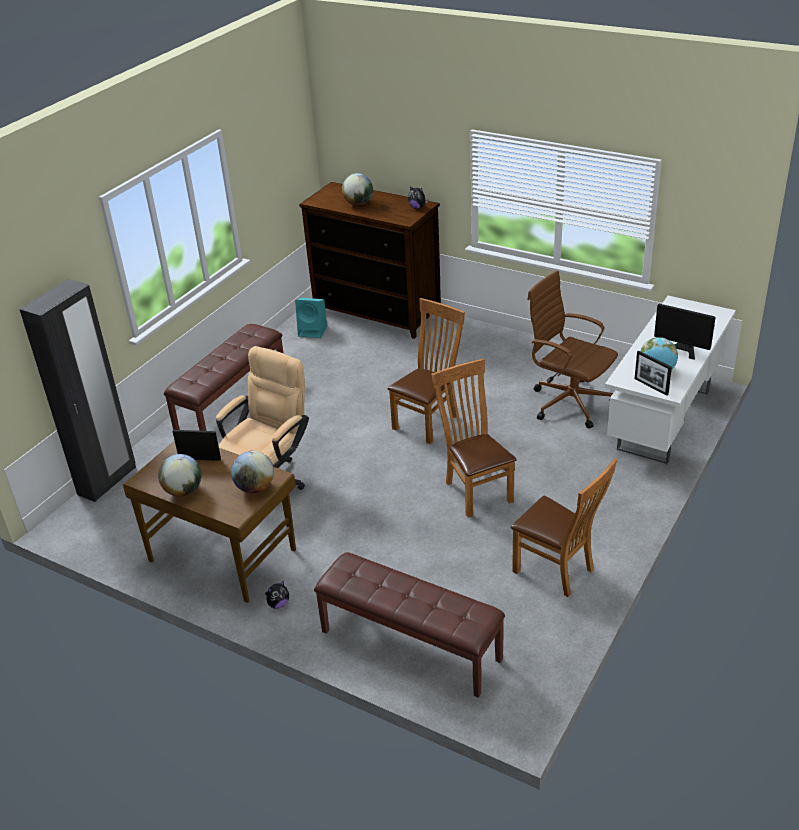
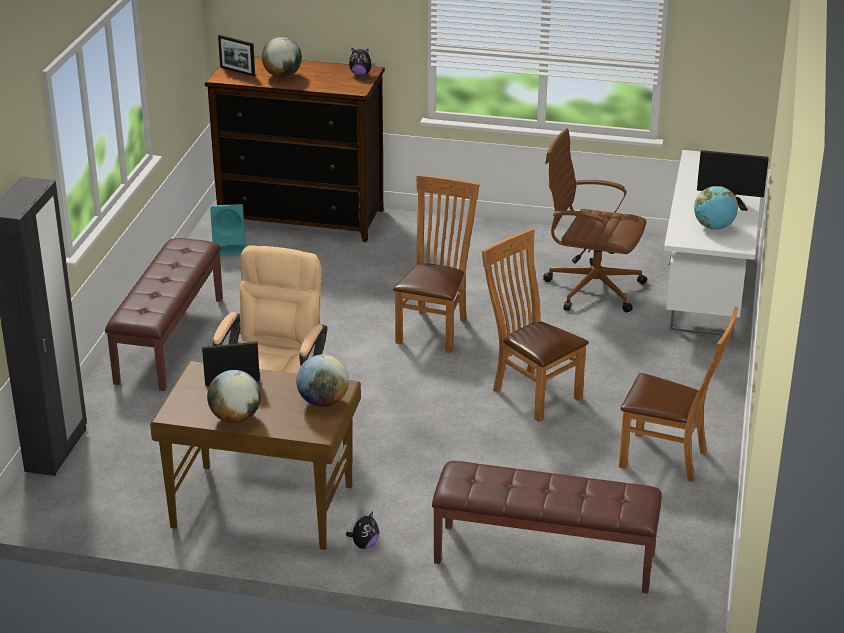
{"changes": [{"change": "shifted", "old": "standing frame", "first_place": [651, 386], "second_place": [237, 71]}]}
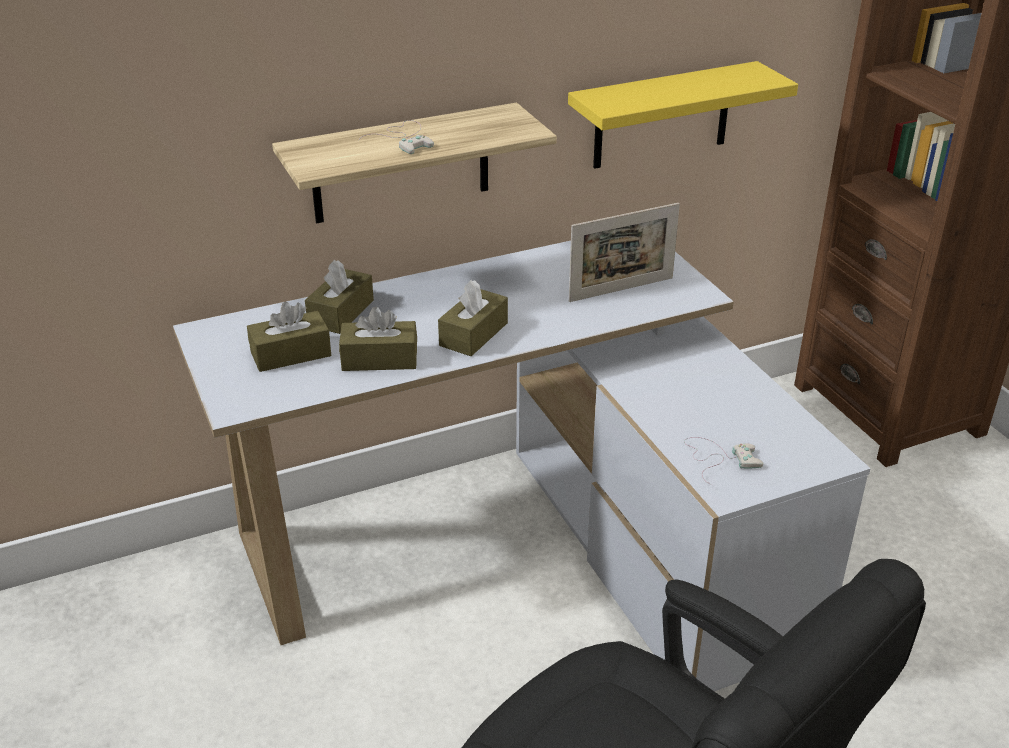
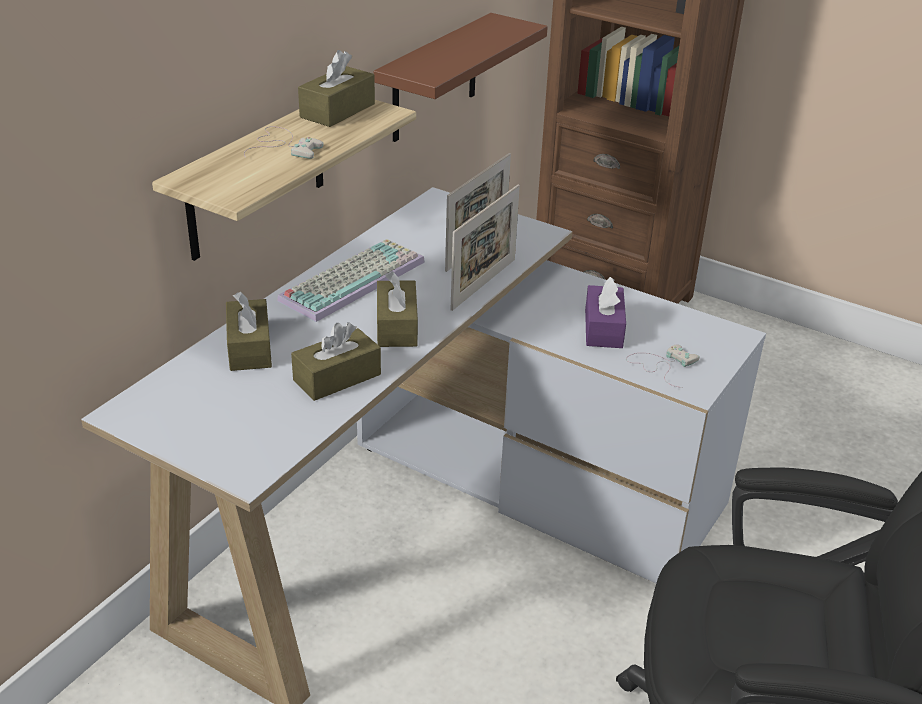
{"changes": [{"change": "repainted", "old": "yellow-coloured wall shelf", "new": "brown wall shelf", "first_place": [662, 116], "second_place": [435, 79]}, {"change": "shifted", "old": "brown tissue box", "first_place": [291, 354], "second_place": [337, 110]}, {"change": "new", "new": "standing frame", "second_place": [483, 284]}, {"change": "new", "new": "PC keyboard", "second_place": [352, 279]}, {"change": "new", "new": "purplish tissue box", "second_place": [603, 328]}]}
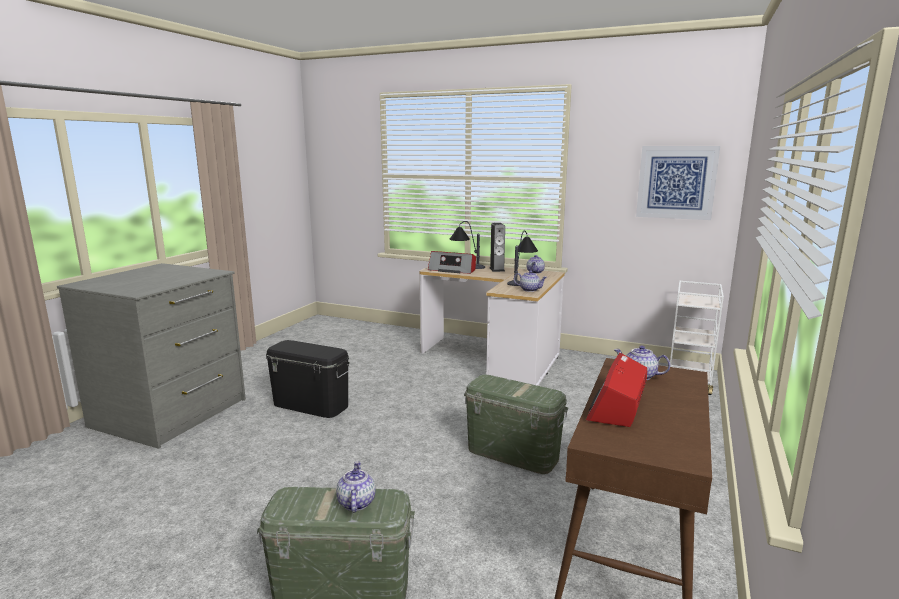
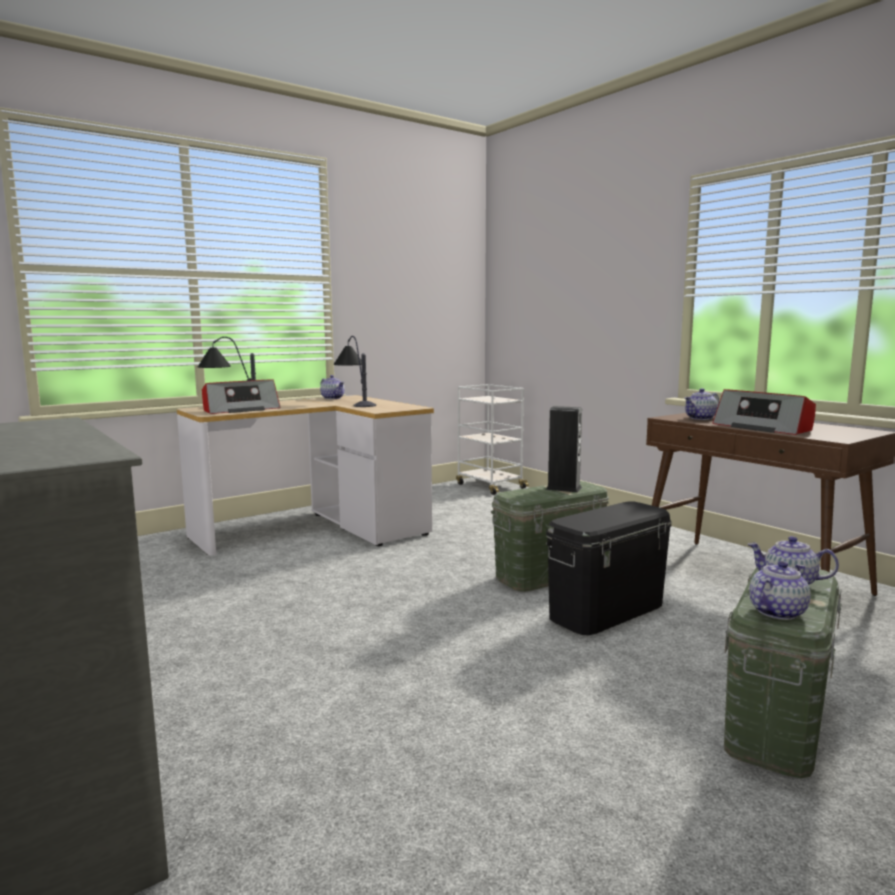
{"changes": [{"change": "gone", "old": "wall art", "first_place": [676, 182]}, {"change": "shifted", "old": "speaker", "first_place": [497, 269], "second_place": [563, 488]}, {"change": "shifted", "old": "pot for tea", "first_place": [530, 290], "second_place": [776, 611]}, {"change": "shifted", "old": "black-coloured storage bin", "first_place": [311, 405], "second_place": [606, 610]}]}
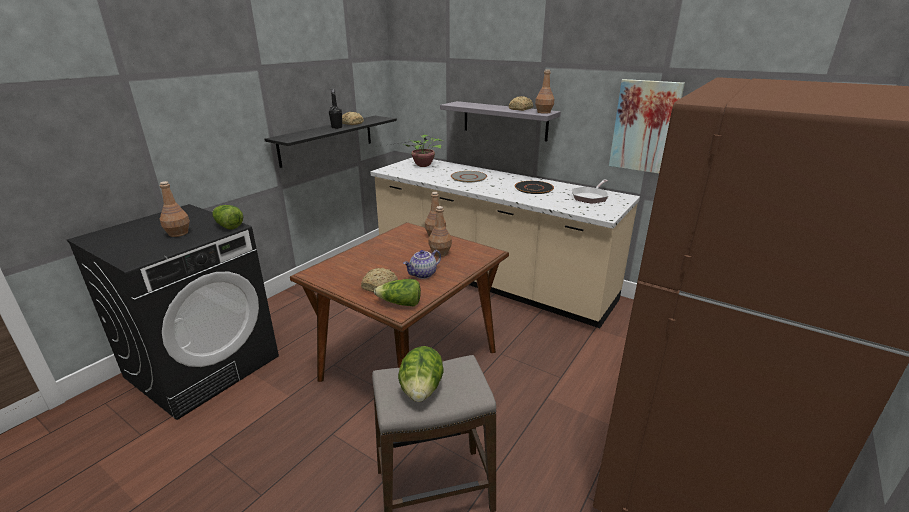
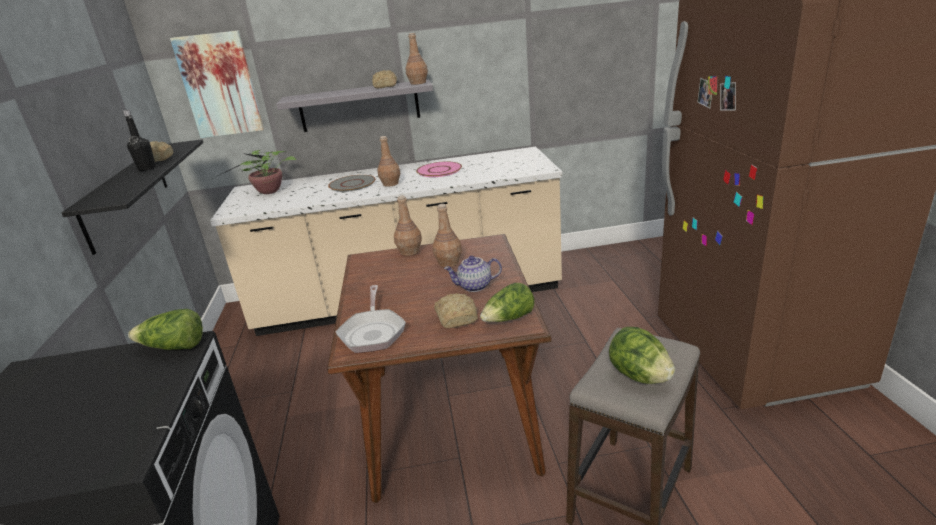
{"changes": [{"change": "shifted", "old": "wall art", "first_place": [644, 126], "second_place": [219, 85]}, {"change": "shifted", "old": "skillet", "first_place": [590, 197], "second_place": [373, 332]}, {"change": "shifted", "old": "brown bottle", "first_place": [178, 233], "second_place": [390, 184]}, {"change": "repainted", "old": "black-coloured dinner plate", "new": "pink dinner plate", "first_place": [534, 188], "second_place": [439, 170]}, {"change": "rotated", "old": "pot for tea", "first_place": [423, 274], "second_place": [474, 287], "degrees": 75}]}
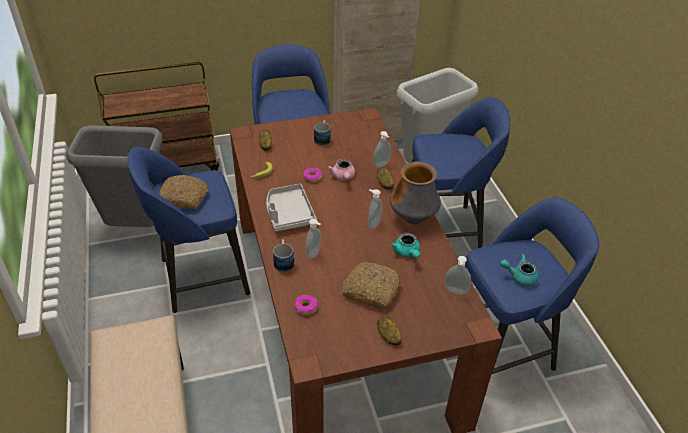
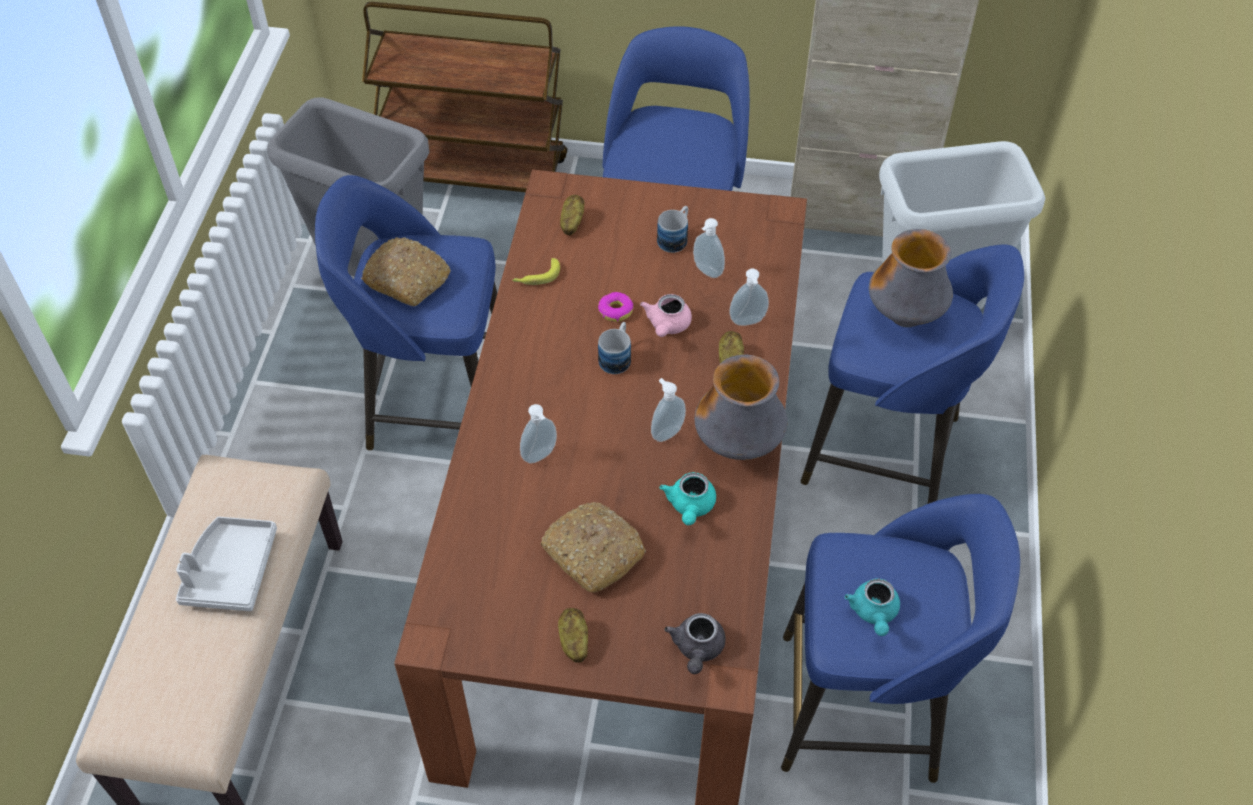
{"changes": [{"change": "shifted", "old": "greyish carrying tray", "first_place": [288, 214], "second_place": [230, 571]}, {"change": "shifted", "old": "coffee mug", "first_place": [284, 261], "second_place": [617, 356]}, {"change": "rotated", "old": "turquoise pot for tea", "first_place": [519, 276], "second_place": [873, 613], "degrees": -120}, {"change": "shifted", "old": "soap bottle", "first_place": [455, 292], "second_place": [706, 272]}, {"change": "gone", "old": "donut", "first_place": [306, 307]}, {"change": "new", "new": "decorative vase", "second_place": [904, 317]}, {"change": "new", "new": "greyish pot for tea", "second_place": [697, 649]}]}
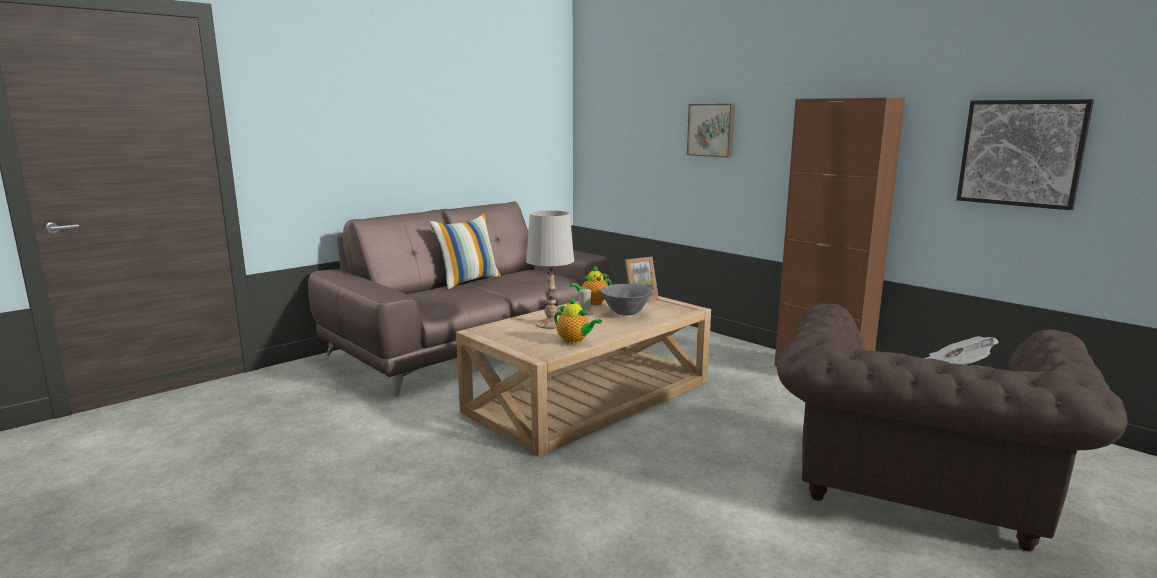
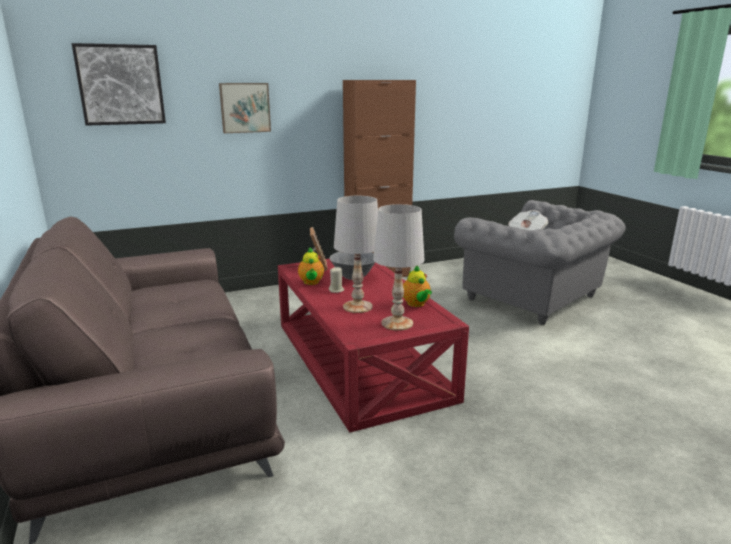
{"changes": [{"change": "shifted", "old": "wall art", "first_place": [1021, 153], "second_place": [121, 85]}, {"change": "gone", "old": "pillow", "first_place": [468, 281]}, {"change": "repainted", "old": "sand-coloured lounge table", "new": "red-coloured lounge table", "first_place": [589, 396], "second_place": [358, 359]}, {"change": "rotated", "old": "pot for tea", "first_place": [575, 341], "second_place": [416, 304], "degrees": 105}, {"change": "repainted", "old": "brown armchair", "new": "greyish armchair", "first_place": [915, 488], "second_place": [535, 299]}, {"change": "new", "new": "white lamp for a table", "second_place": [397, 323]}]}
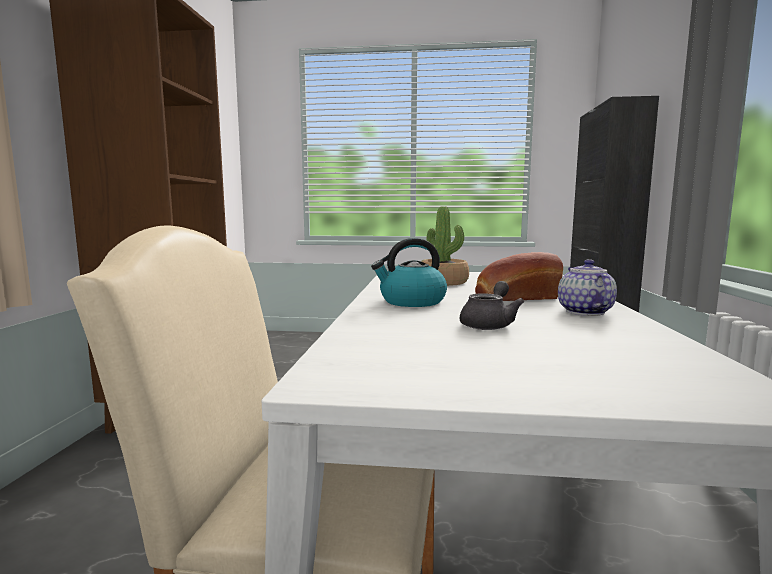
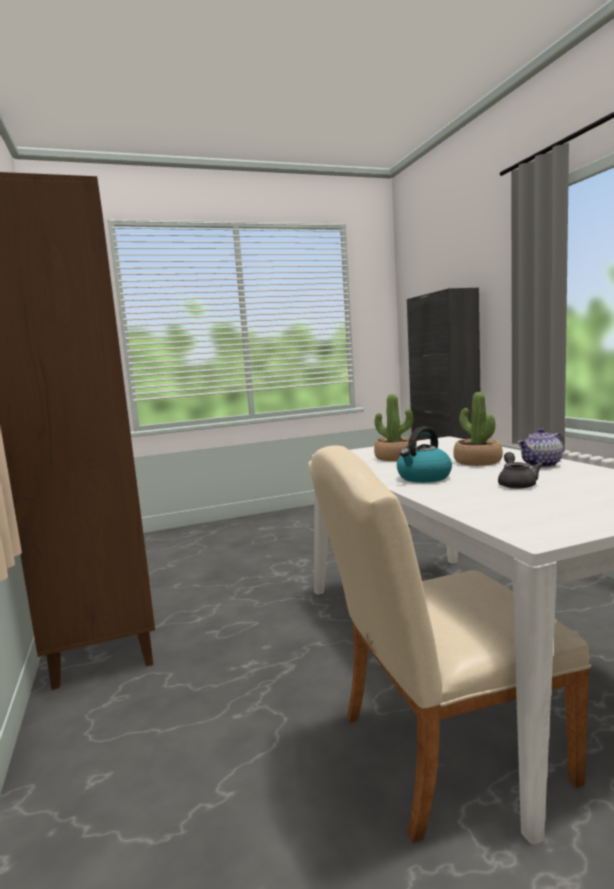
{"changes": [{"change": "swapped", "old": "bread", "new": "houseplant", "first_place": [514, 297], "second_place": [477, 462]}, {"change": "rotated", "old": "pot for tea", "first_place": [583, 312], "second_place": [542, 465], "degrees": -90}]}
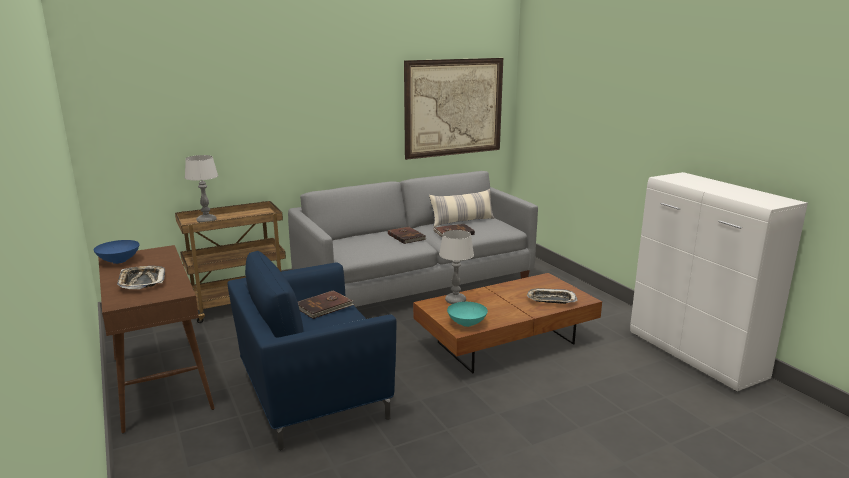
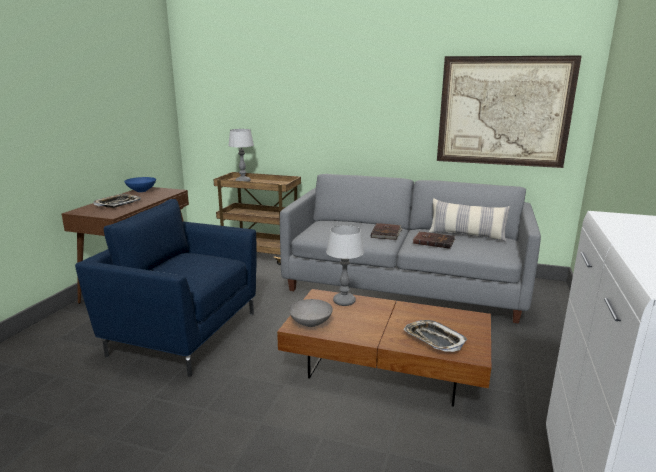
{"changes": [{"change": "gone", "old": "brown volume", "first_place": [324, 307]}, {"change": "repainted", "old": "turquoise deep dish", "new": "greyish deep dish", "first_place": [467, 324], "second_place": [310, 324]}]}
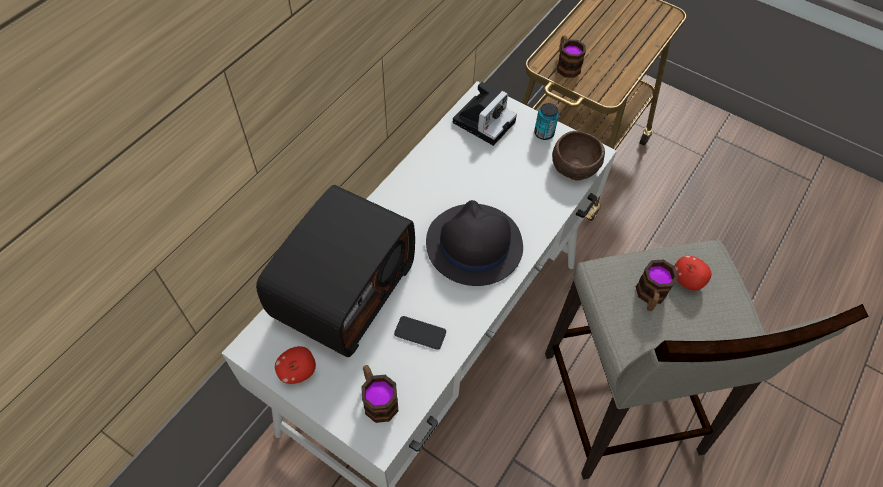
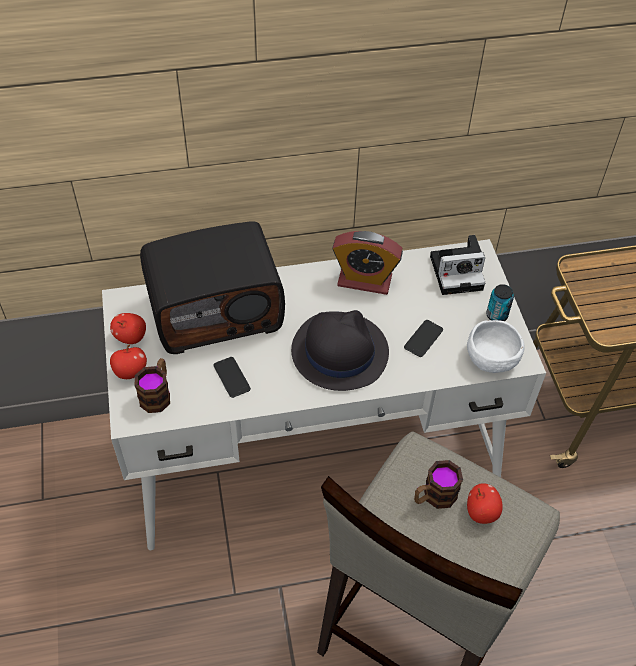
{"changes": [{"change": "gone", "old": "coffee mug", "first_place": [566, 65]}, {"change": "repainted", "old": "brown deep dish", "new": "white deep dish", "first_place": [576, 166], "second_place": [493, 358]}, {"change": "new", "new": "table clock", "second_place": [364, 280]}, {"change": "new", "new": "telephone", "second_place": [423, 339]}, {"change": "new", "new": "whole apple", "second_place": [130, 372]}]}
